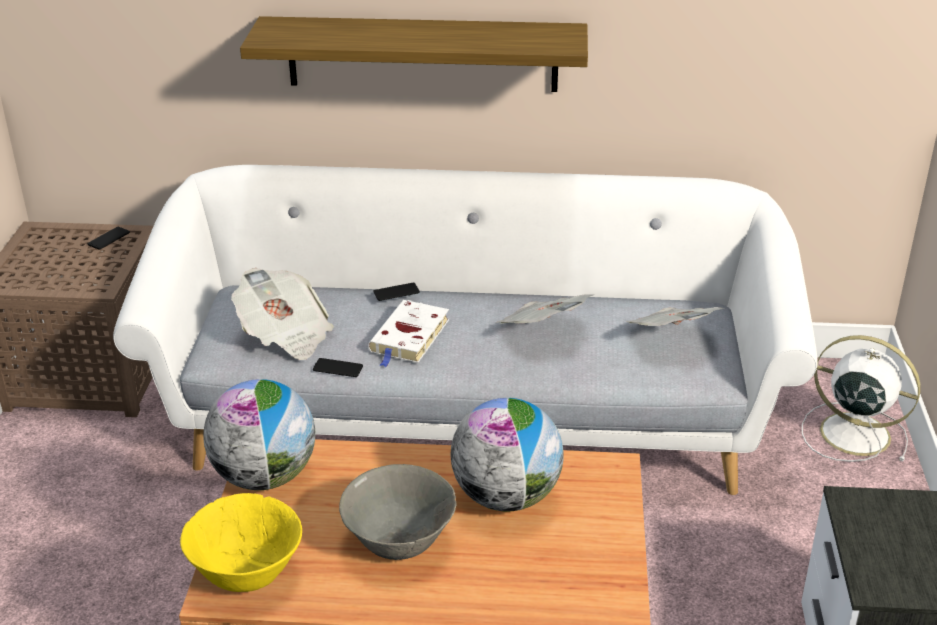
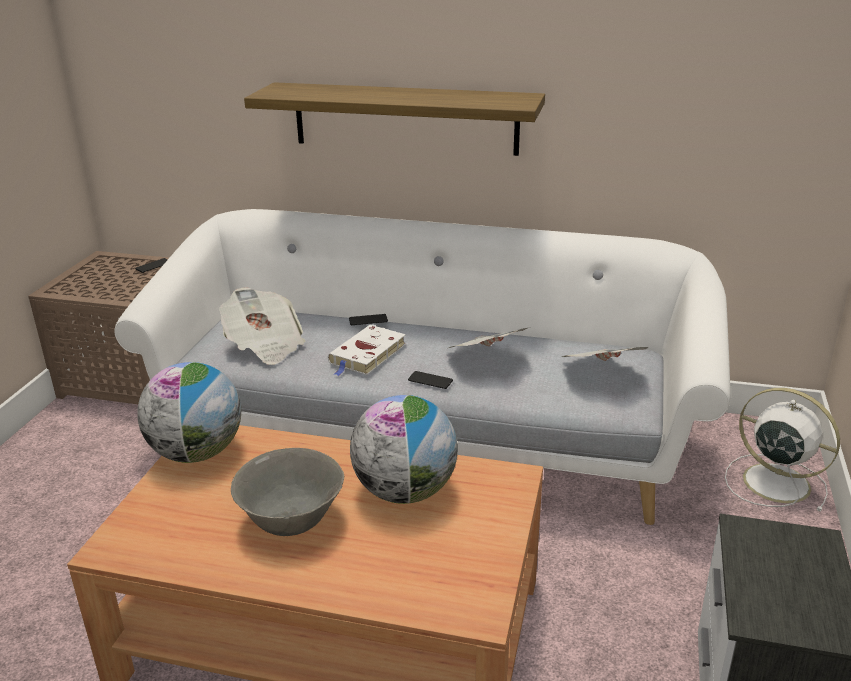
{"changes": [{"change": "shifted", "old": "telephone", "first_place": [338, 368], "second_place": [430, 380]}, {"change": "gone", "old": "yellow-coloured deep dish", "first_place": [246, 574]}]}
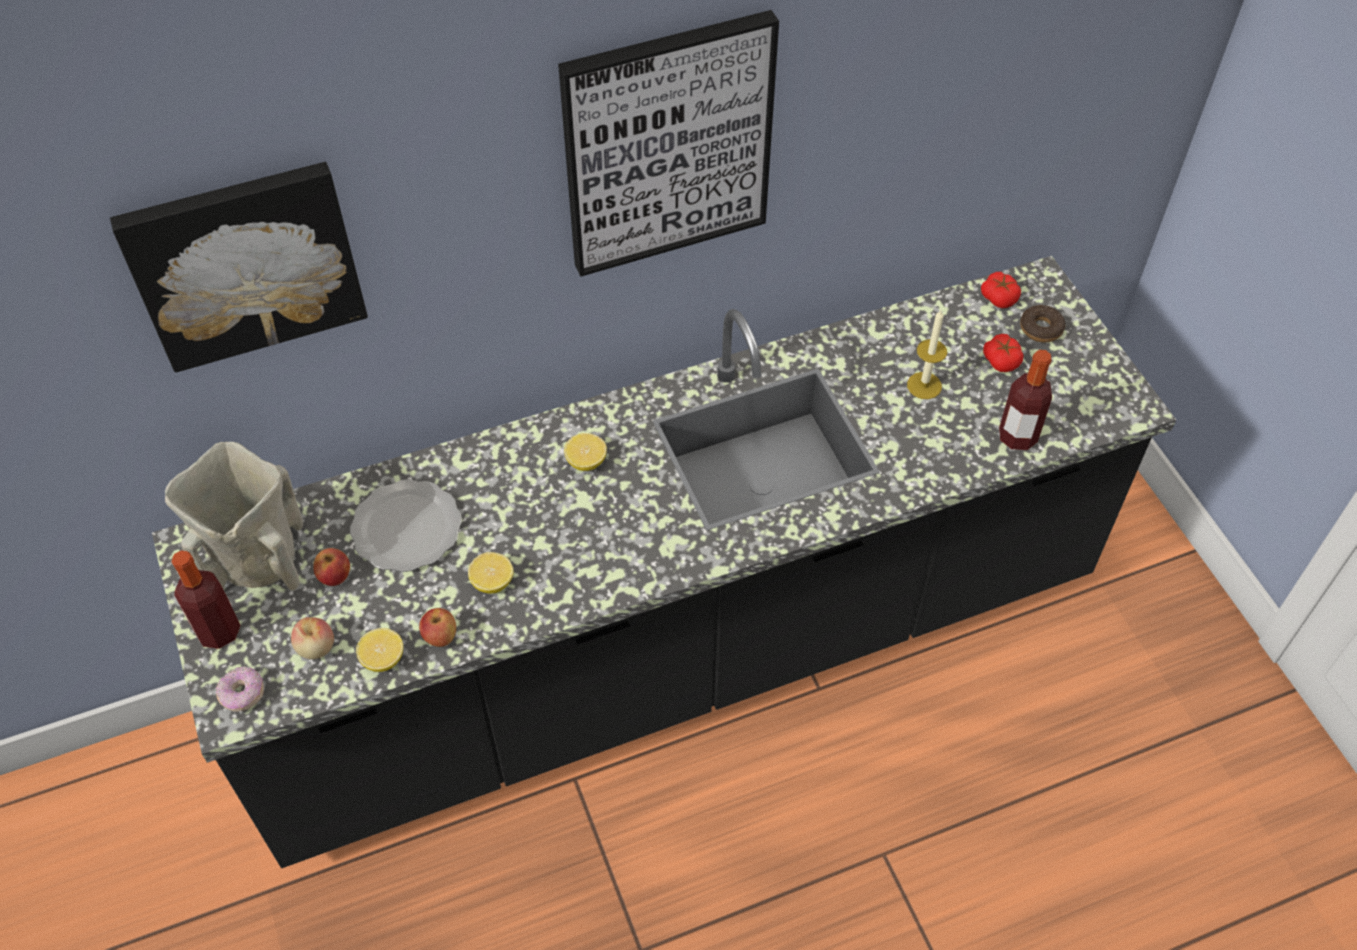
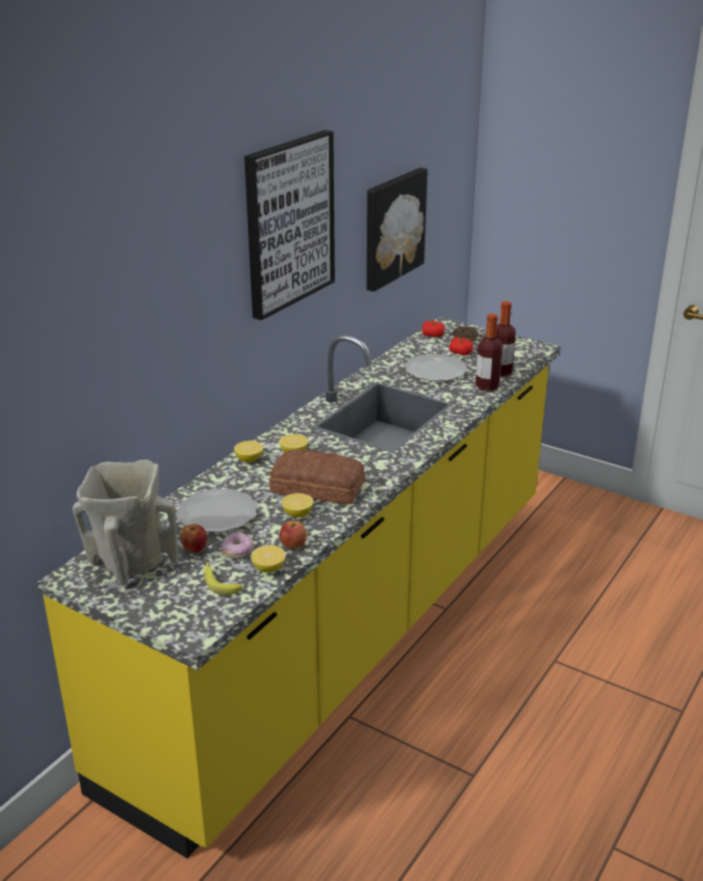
{"changes": [{"change": "shifted", "old": "wall art", "first_place": [245, 263], "second_place": [392, 227]}, {"change": "repainted", "old": "black-coloured counter", "new": "yellow-coloured counter", "first_place": [678, 653], "second_place": [351, 630]}, {"change": "swapped", "old": "candle", "new": "dinner plate", "first_place": [924, 385], "second_place": [436, 371]}, {"change": "shifted", "old": "bottle", "first_place": [219, 631], "second_place": [487, 386]}, {"change": "swapped", "old": "whole apple", "new": "banana fruit", "first_place": [316, 647], "second_place": [219, 581]}, {"change": "shifted", "old": "donut", "first_place": [242, 694], "second_place": [237, 552]}, {"change": "new", "new": "citrus fruit", "second_place": [249, 459]}, {"change": "new", "new": "bread", "second_place": [318, 488]}]}
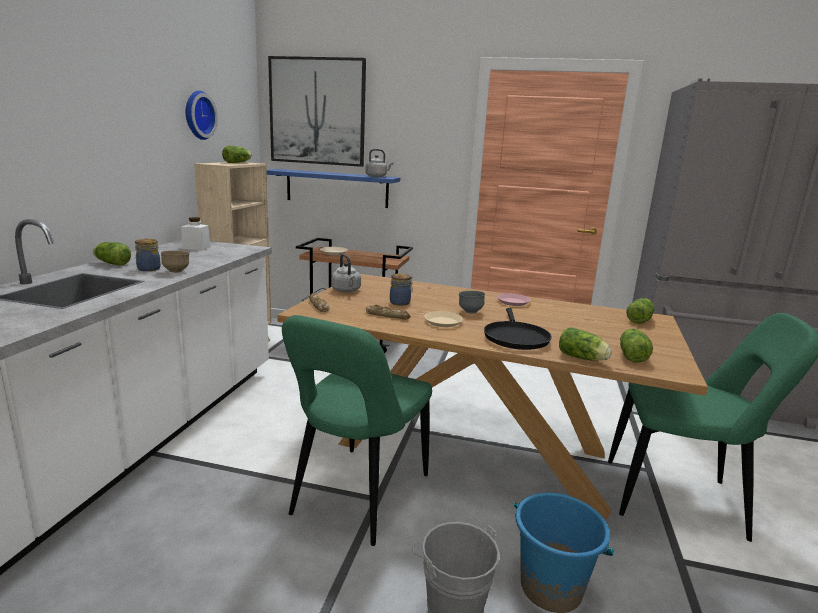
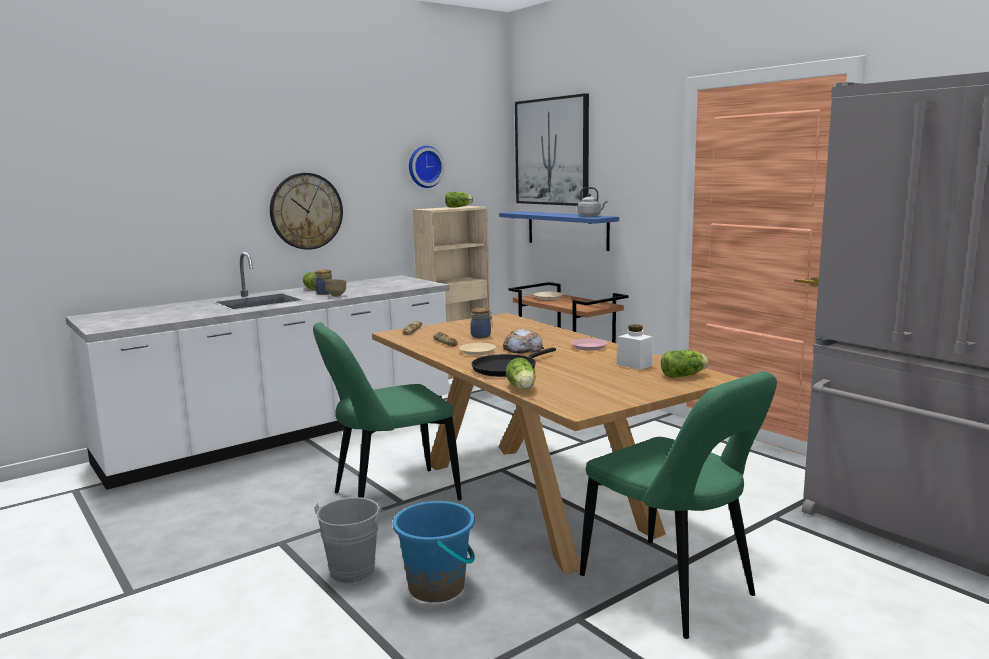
{"changes": [{"change": "shifted", "old": "white storage jar", "first_place": [196, 247], "second_place": [634, 365]}, {"change": "gone", "old": "greyish water kettle", "first_place": [346, 291]}, {"change": "swapped", "old": "greyish deep dish", "new": "bread", "first_place": [470, 312], "second_place": [522, 349]}, {"change": "gone", "old": "head of lettuce", "first_place": [631, 355]}, {"change": "new", "new": "clock on the wall", "second_place": [306, 211]}]}
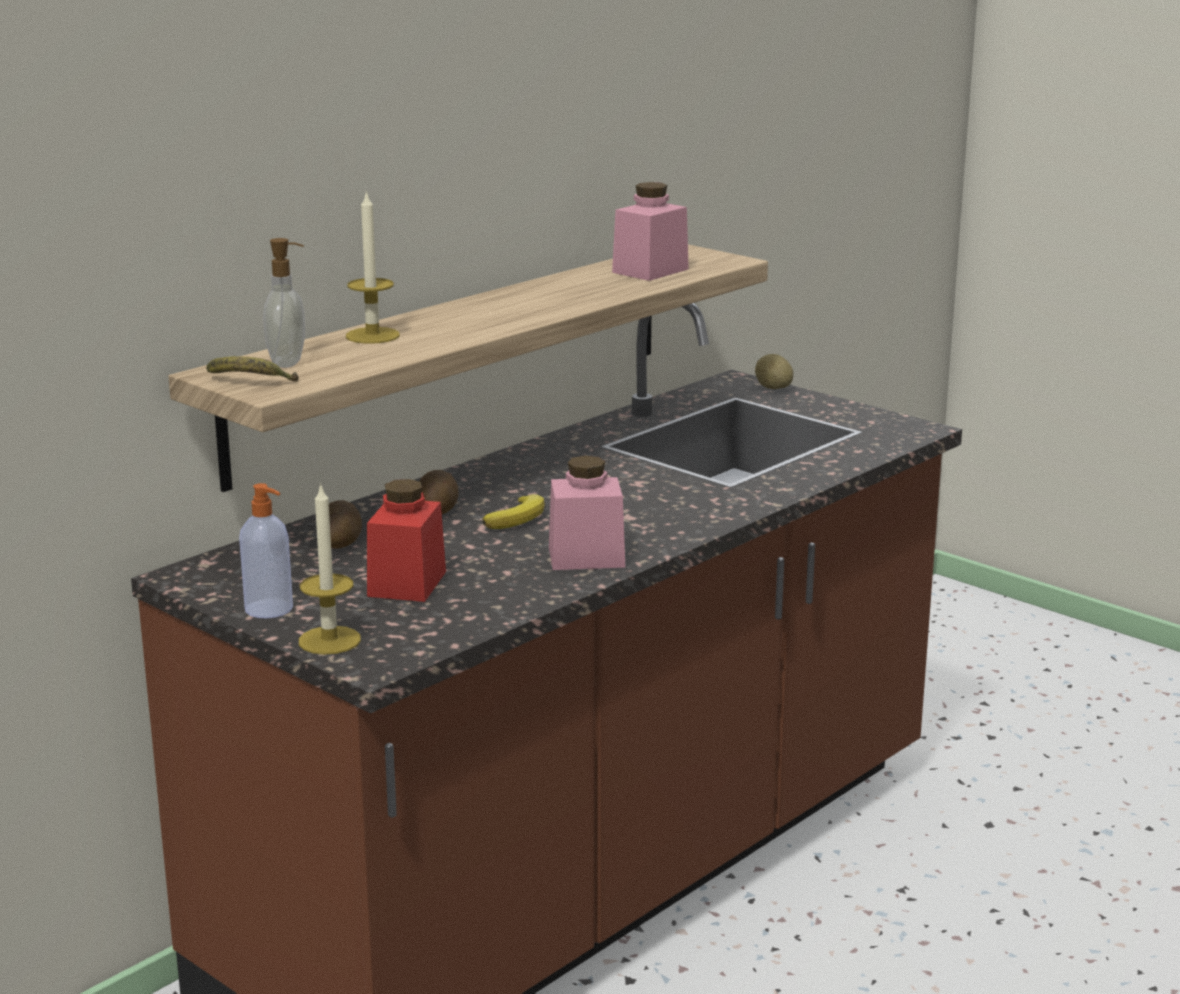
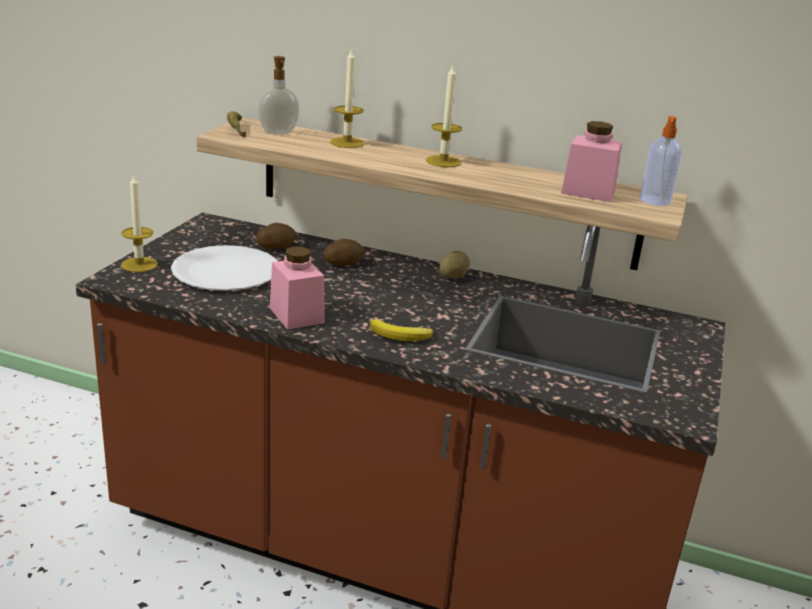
{"changes": [{"change": "shifted", "old": "potato", "first_place": [773, 388], "second_place": [453, 277]}, {"change": "swapped", "old": "red-coloured storage jar", "new": "white dinner plate", "first_place": [407, 584], "second_place": [225, 271]}, {"change": "shifted", "old": "soap bottle", "first_place": [270, 609], "second_place": [655, 201]}, {"change": "shifted", "old": "banana fruit", "first_place": [518, 517], "second_place": [401, 336]}, {"change": "new", "new": "candle", "second_place": [443, 161]}]}
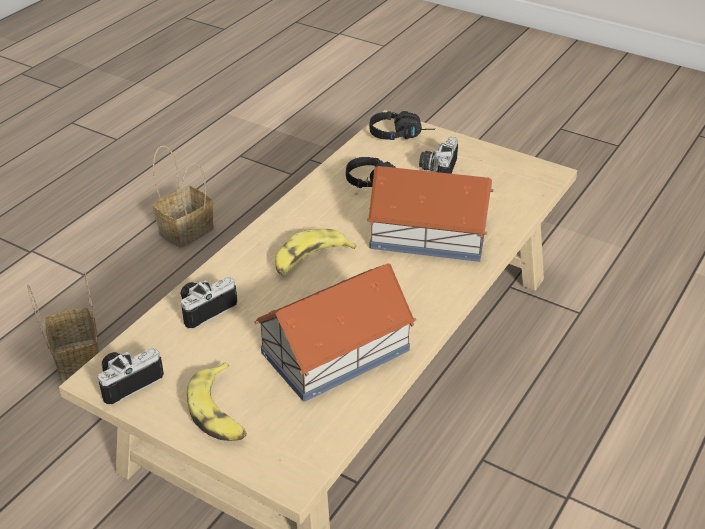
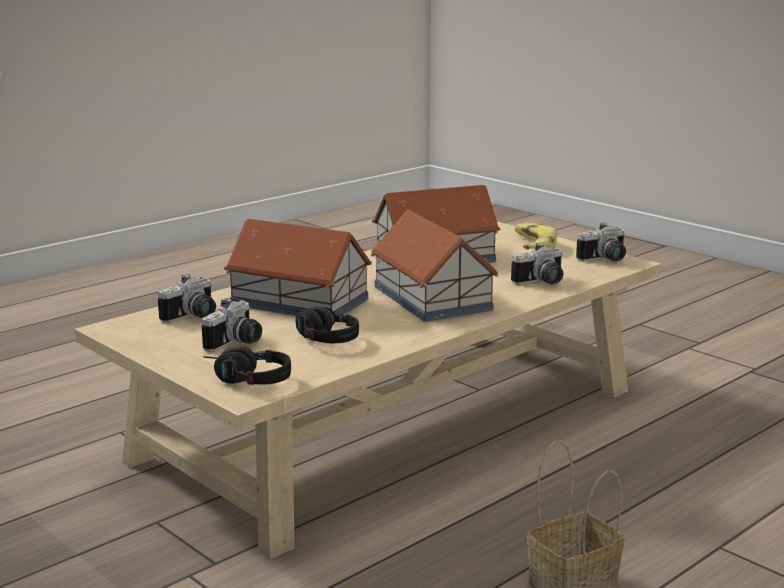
{"changes": [{"change": "swapped", "old": "banana fruit", "new": "miniature house", "first_place": [310, 260], "second_place": [432, 297]}, {"change": "gone", "old": "storage basket", "first_place": [76, 359]}, {"change": "new", "new": "photo camera", "second_place": [193, 317]}]}
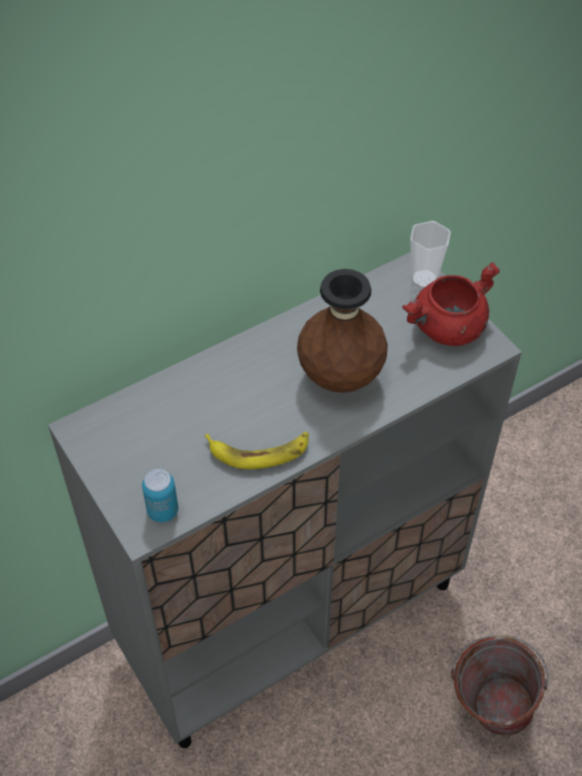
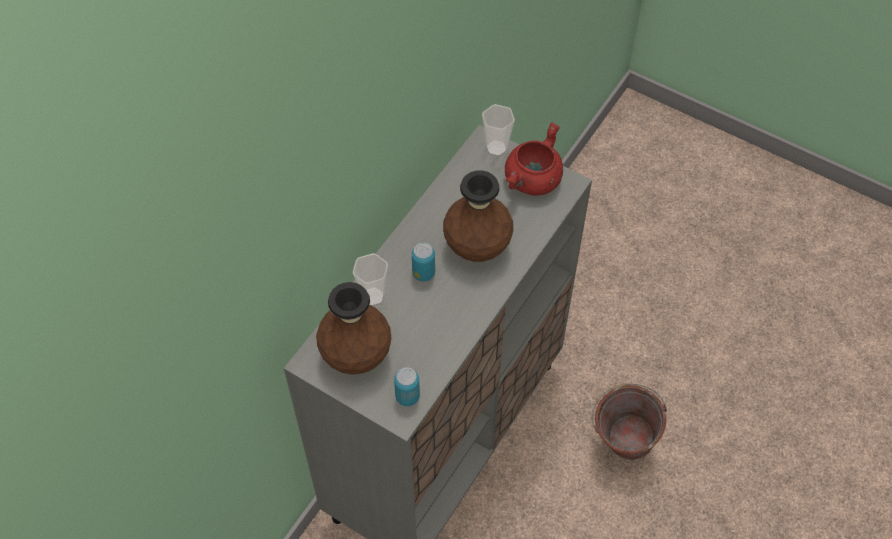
{"changes": [{"change": "gone", "old": "banana fruit", "first_place": [259, 451]}, {"change": "new", "new": "sealed can", "second_place": [423, 273]}, {"change": "new", "new": "drinking cup", "second_place": [373, 297]}, {"change": "new", "new": "brown decorative vase", "second_place": [356, 356]}]}
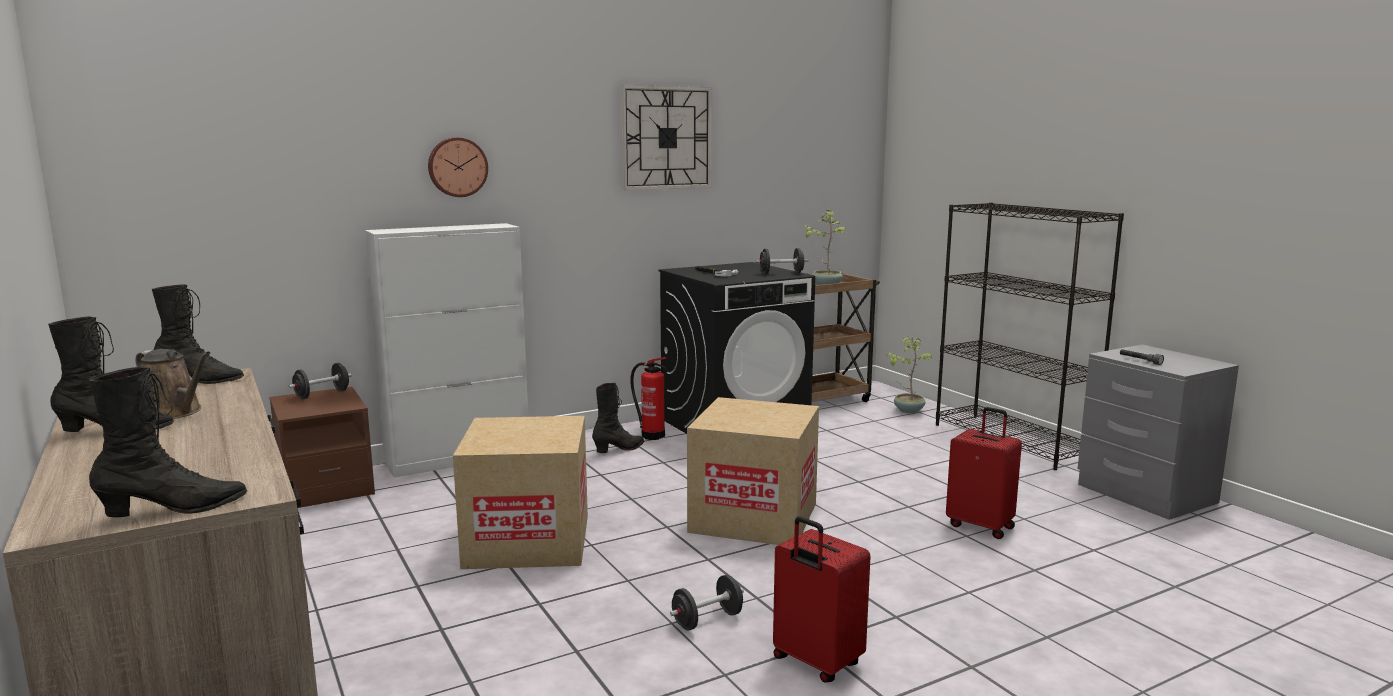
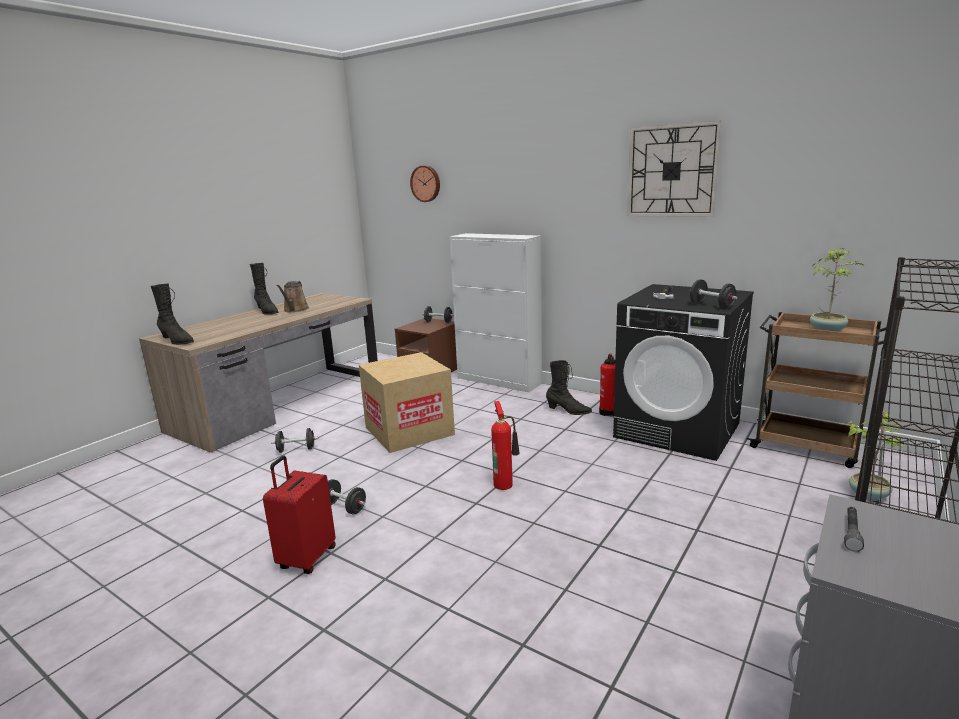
{"changes": [{"change": "shifted", "old": "clock on the wall", "first_place": [457, 167], "second_place": [426, 183]}, {"change": "gone", "old": "black-coloured boot", "first_place": [200, 380]}, {"change": "swapped", "old": "packing box", "new": "fire-fighting cylinder", "first_place": [754, 517], "second_place": [504, 484]}, {"change": "gone", "old": "red-coloured piece of luggage", "first_place": [981, 526]}, {"change": "new", "new": "black-coloured free weight", "second_place": [296, 450]}]}
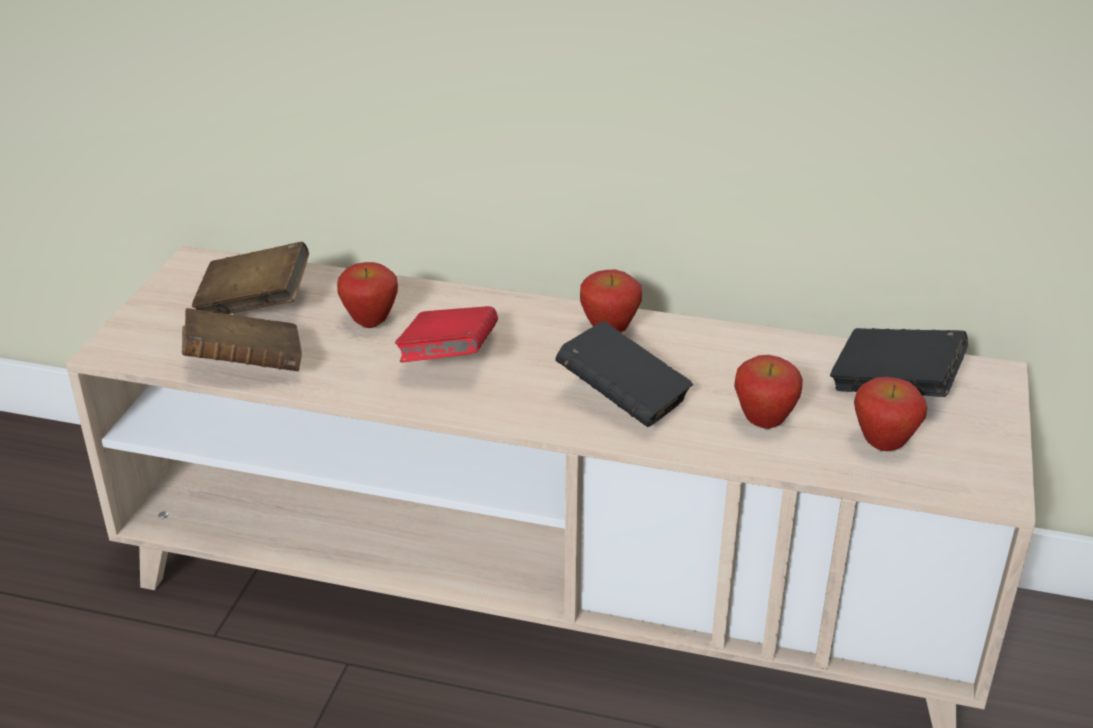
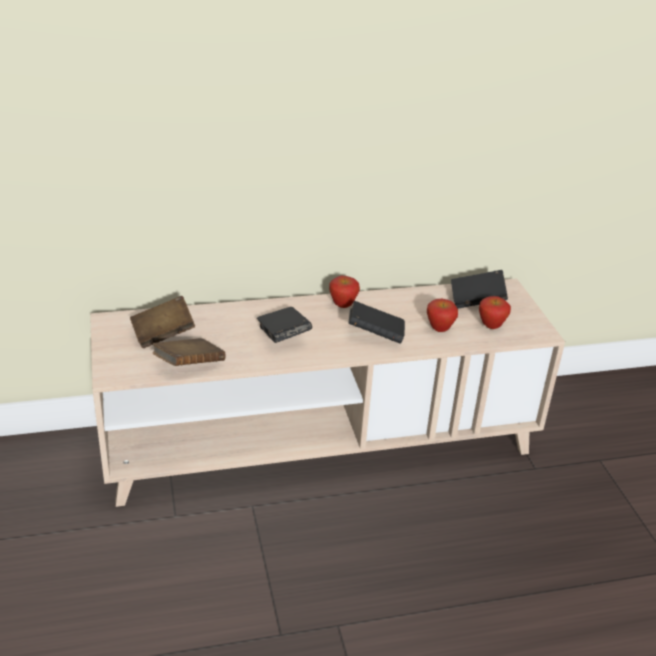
{"changes": [{"change": "gone", "old": "whole apple", "first_place": [371, 323]}, {"change": "repainted", "old": "red-coloured volume", "new": "black-coloured volume", "first_place": [449, 359], "second_place": [283, 336]}]}
